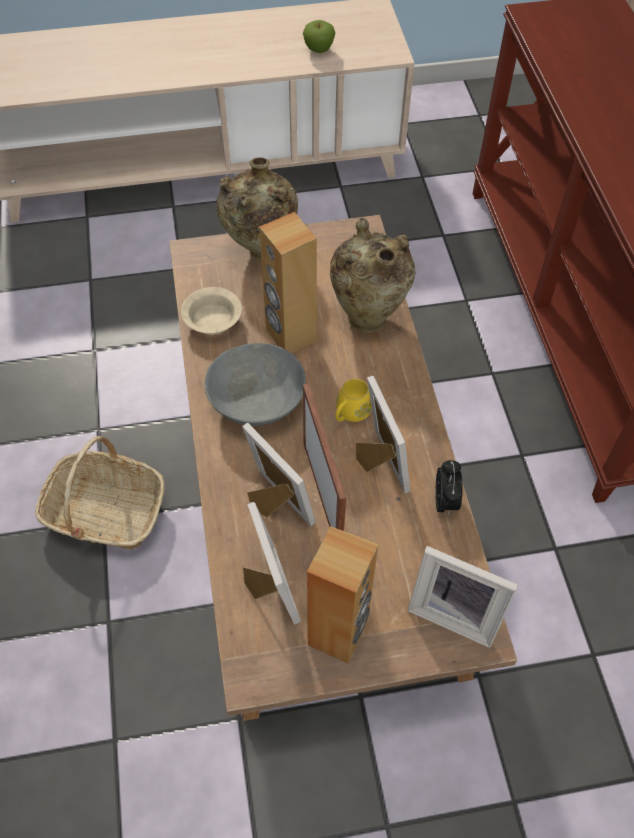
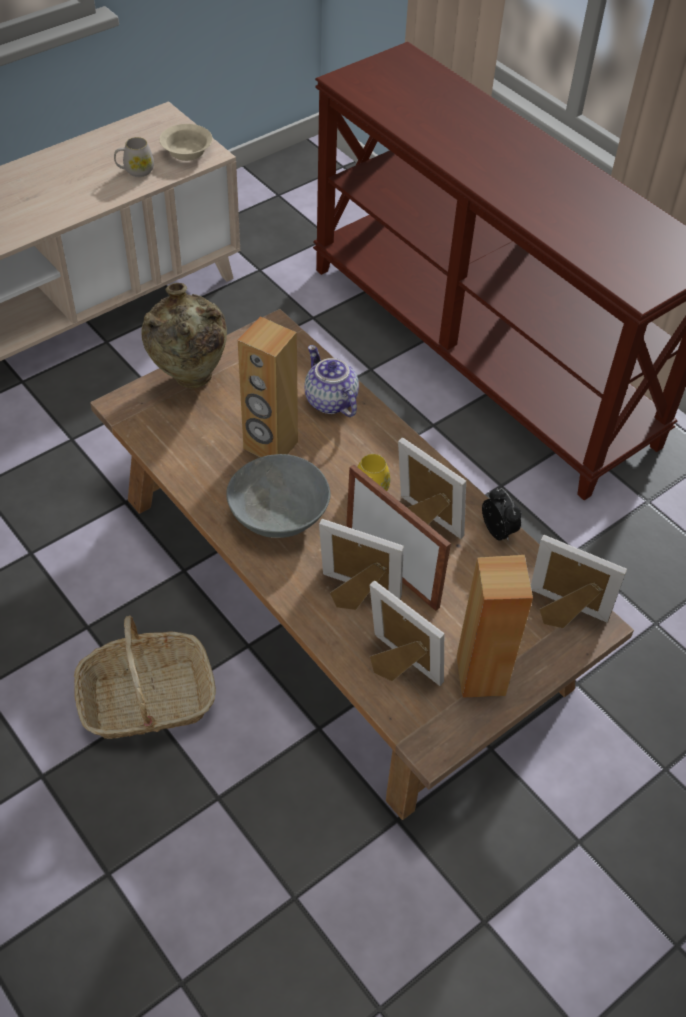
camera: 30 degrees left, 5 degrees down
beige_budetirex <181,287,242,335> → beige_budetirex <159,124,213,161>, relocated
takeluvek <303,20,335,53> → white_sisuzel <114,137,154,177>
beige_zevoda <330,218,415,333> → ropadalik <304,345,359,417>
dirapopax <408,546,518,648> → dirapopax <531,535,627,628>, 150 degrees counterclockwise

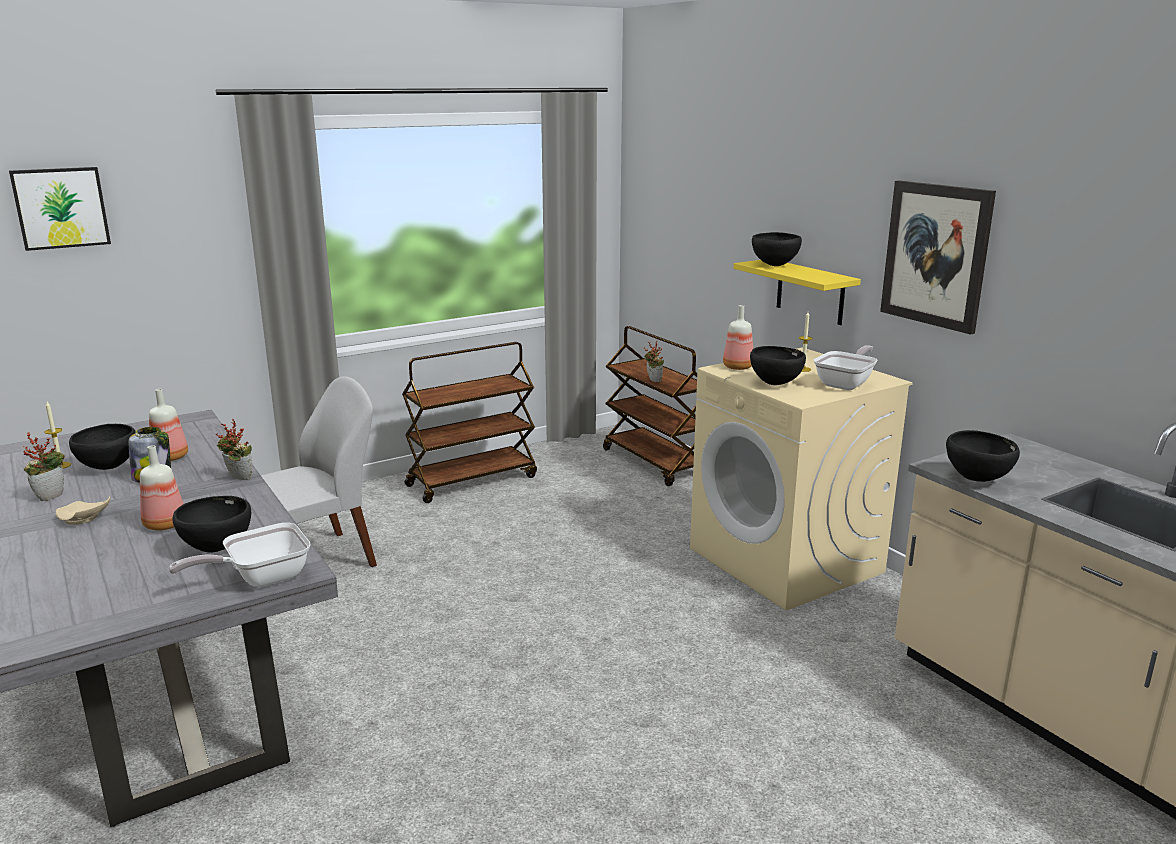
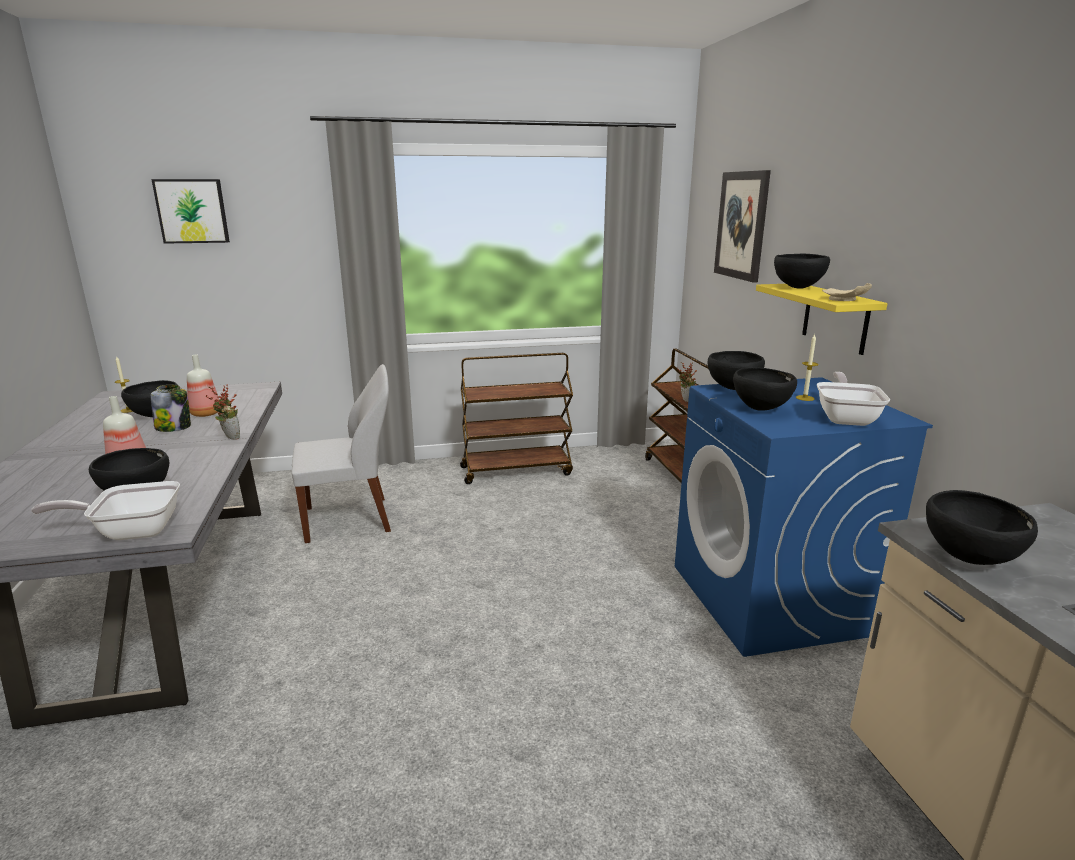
camera: 20 degrees right, 0 degrees up
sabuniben <23,432,65,501> → -
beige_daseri <56,496,110,525> → beige_daseri <822,283,872,301>, relocated
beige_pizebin <690,347,913,611> → blue_pizebin <675,377,933,657>
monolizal <723,305,753,370> → black_budetirex <708,351,765,390>
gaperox <814,345,878,390> → gaperox <817,372,890,426>, 45 degrees counterclockwise
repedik <880,180,996,335> → repedik <714,170,771,283>, relocated

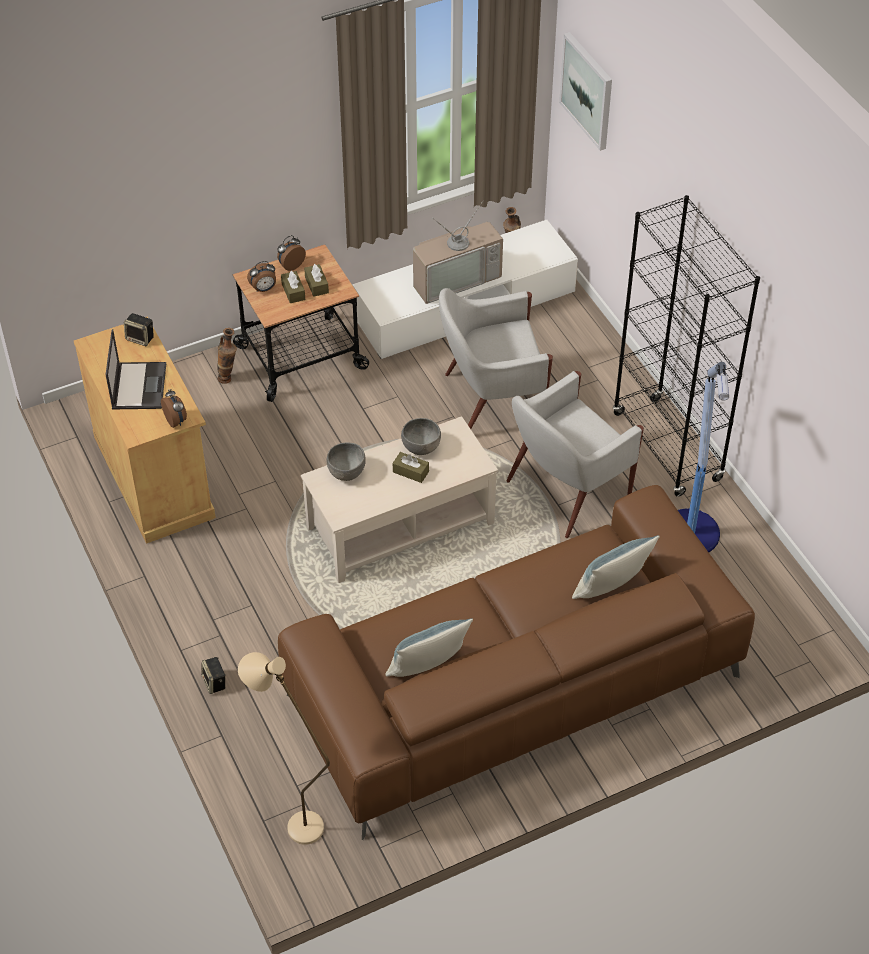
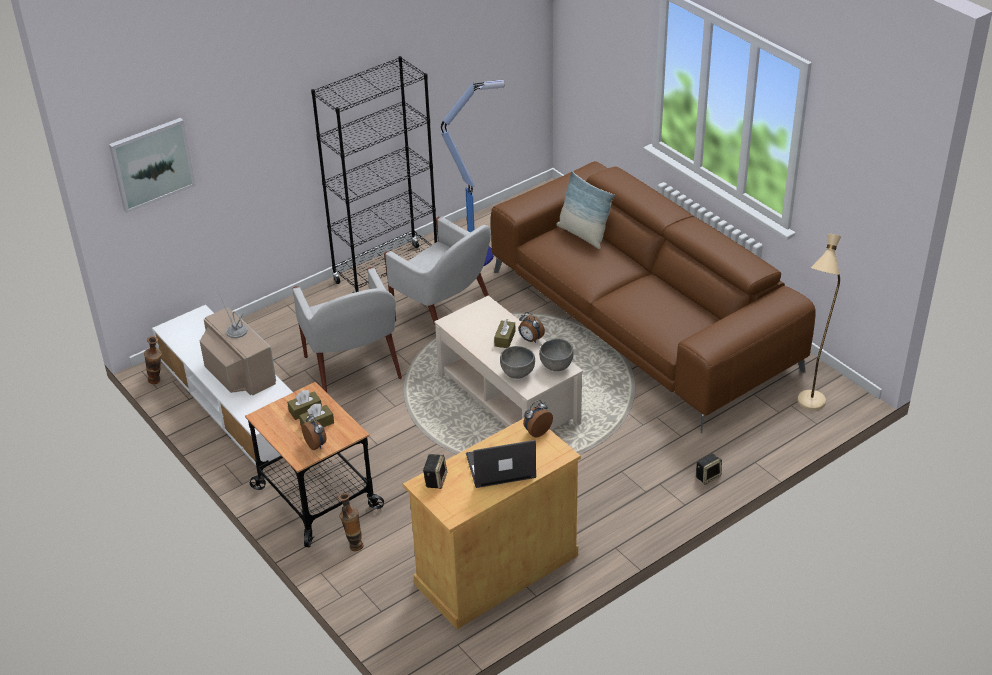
camera: 100 degrees left, 10 degrees down
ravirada <277,235,306,271> → ravirada <519,312,545,343>, relocated
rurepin <385,618,473,677> → -
grey_budetirex <401,418,441,455> → grey_budetirex <539,339,574,371>, relocated

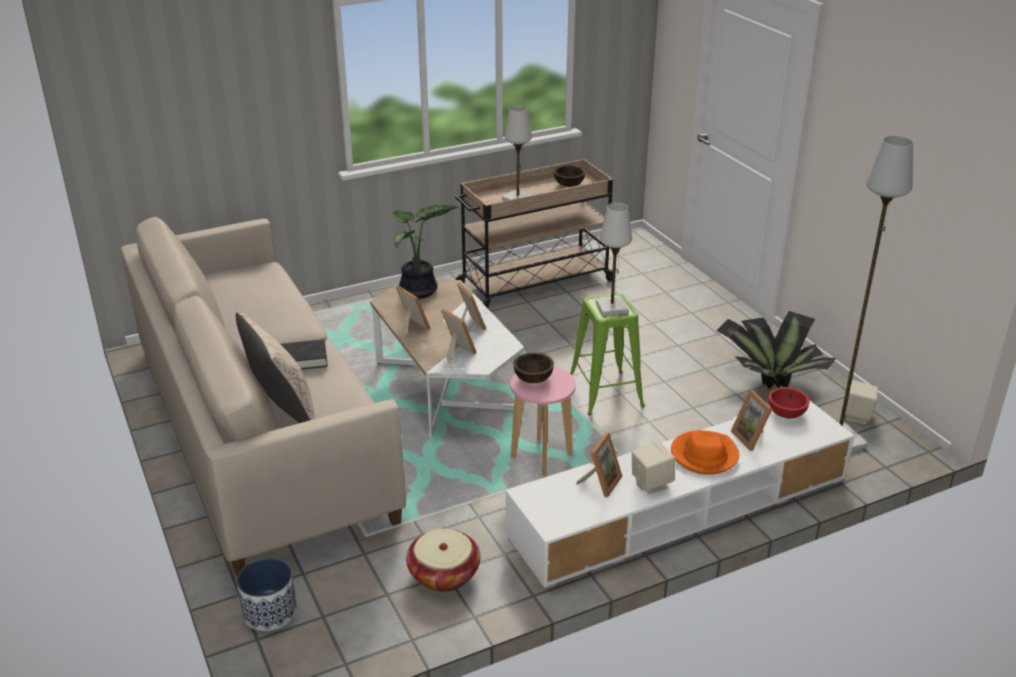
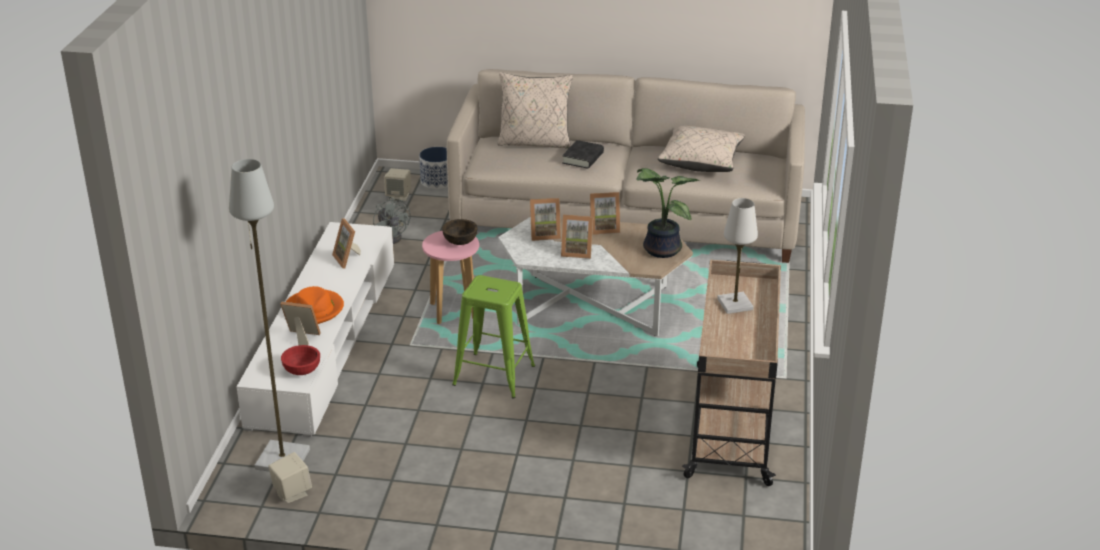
camera: 125 degrees right, 0 degrees up
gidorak <406,529,480,592> → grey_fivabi <373,197,411,244>
brown_budetirex <554,165,585,187> → -
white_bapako <596,203,632,316> → -
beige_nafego <632,440,675,494> → beige_nafego <384,168,411,201>, relocated
sabuniben <716,311,836,389> → -
- → beige_rurepin <658,126,745,172>

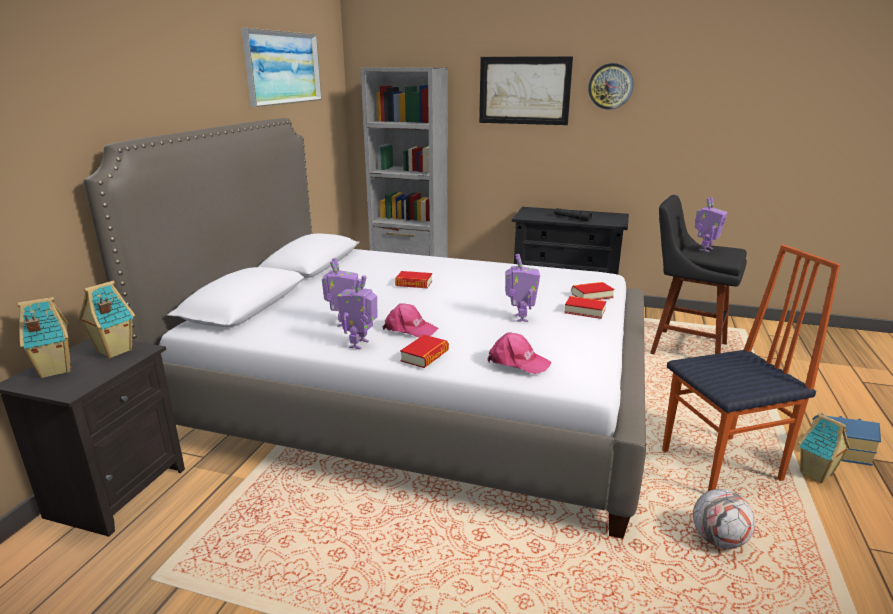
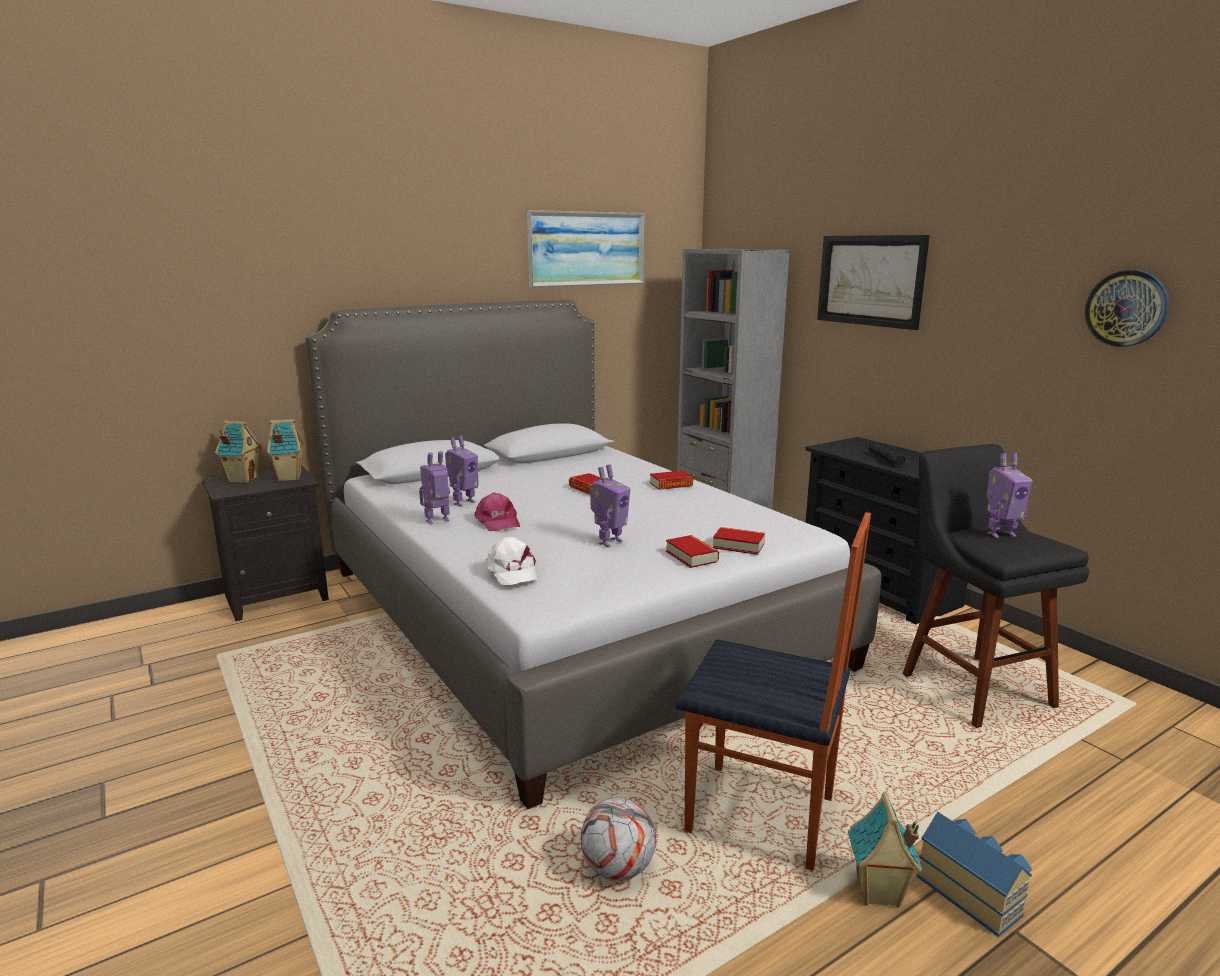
camera: 40 degrees right, 5 degrees down
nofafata <400,335,449,368> → nofafata <650,470,693,490>, relocated
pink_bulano <487,332,551,374> → white_bulano <486,537,538,585>
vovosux <588,63,633,110> → vovosux <1085,270,1169,347>, relocated

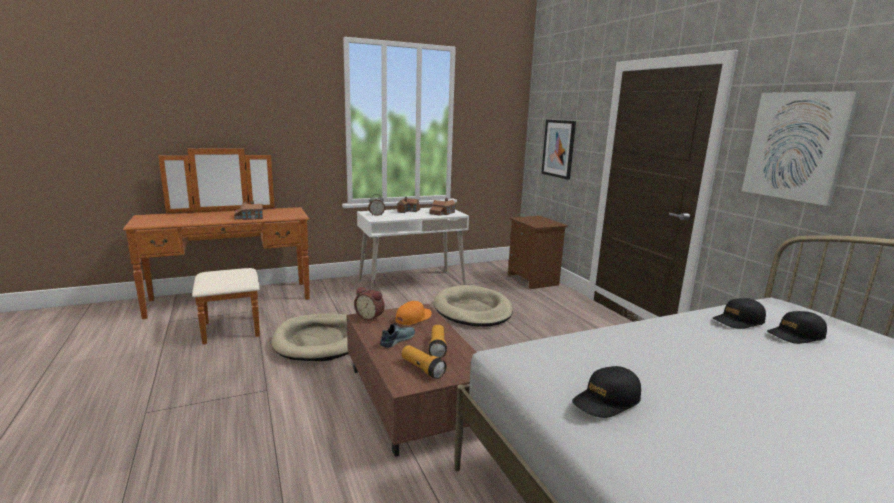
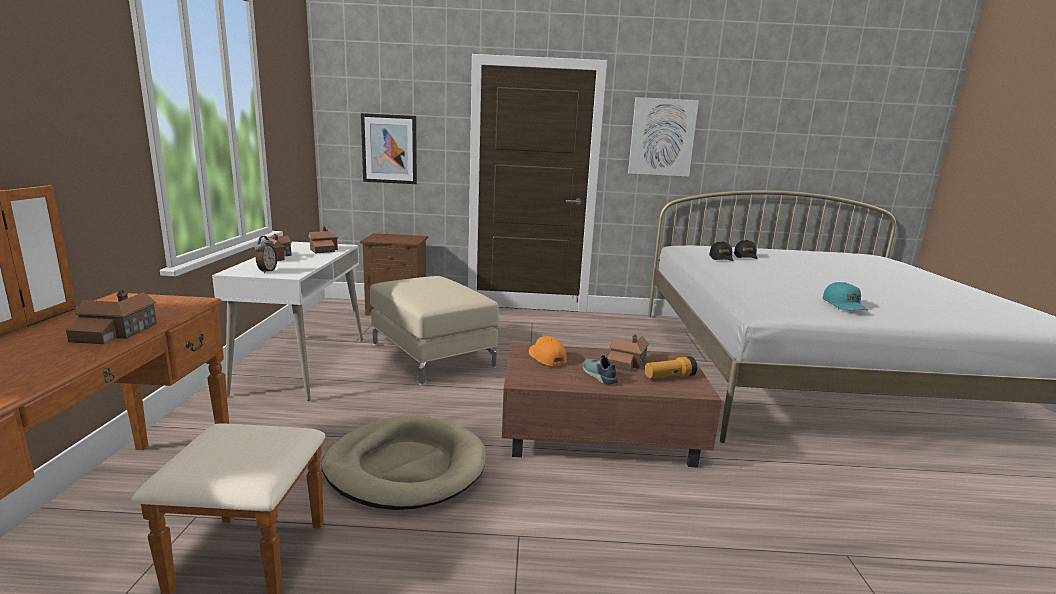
camera: 65 degrees left, 0 degrees up
ravirada <354,287,385,321> → -
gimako <429,325,447,358> → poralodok <607,334,649,372>
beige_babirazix <434,285,513,326> → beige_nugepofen <370,276,499,386>
black_bulano <572,366,641,418> → turquoise_bulano <822,282,868,310>

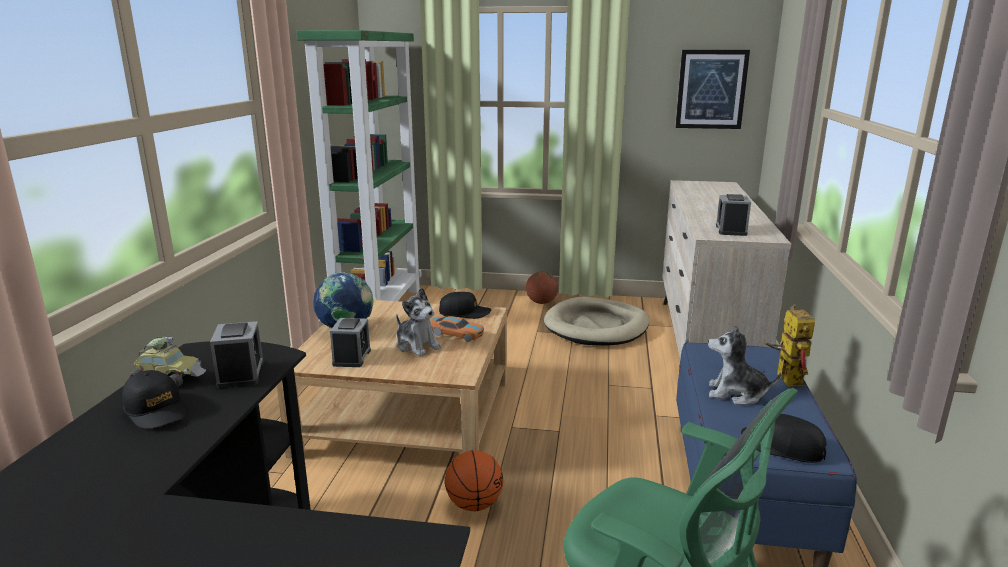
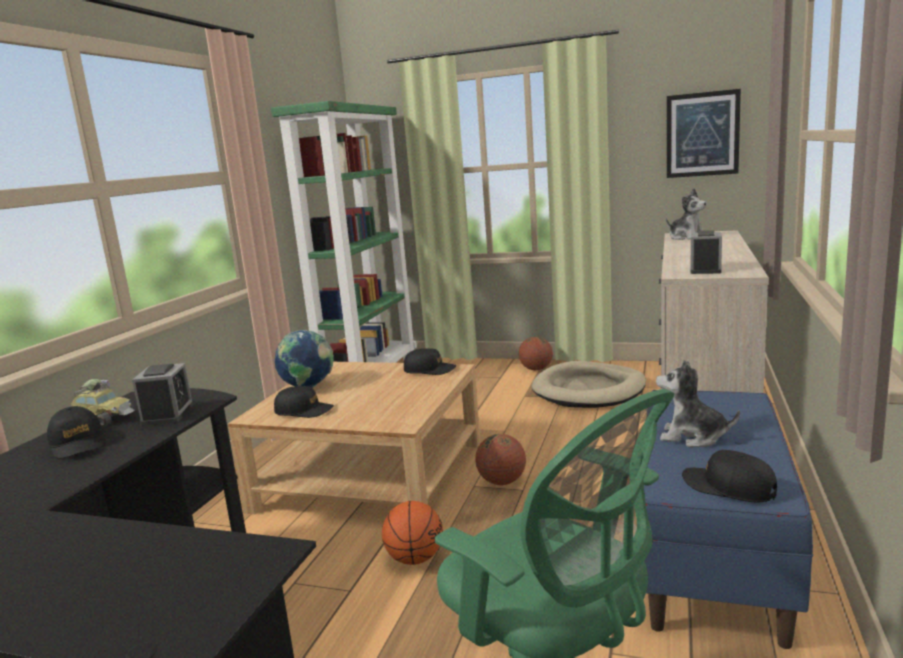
camera: 10 degrees right, 5 degrees down
ravirada <330,318,371,367> → black_bulano <274,386,334,418>
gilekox <396,288,442,356> → gilekox <666,188,707,240>, relocated
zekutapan <431,316,484,342> → -
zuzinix <766,304,815,387> → -
- → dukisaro <475,434,526,485>

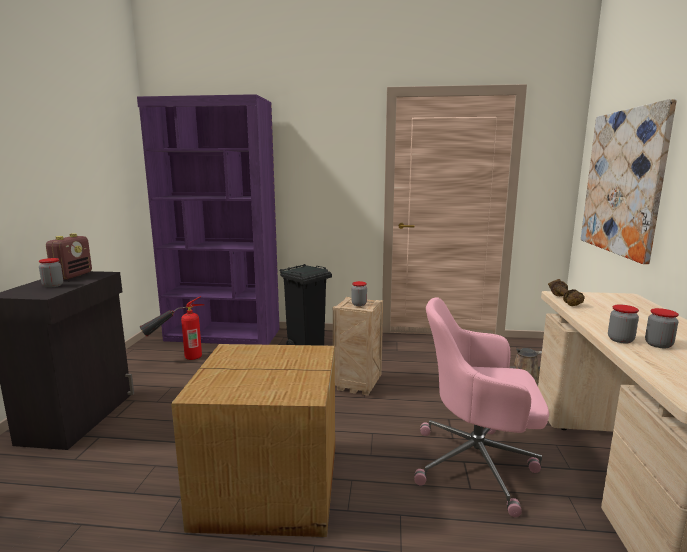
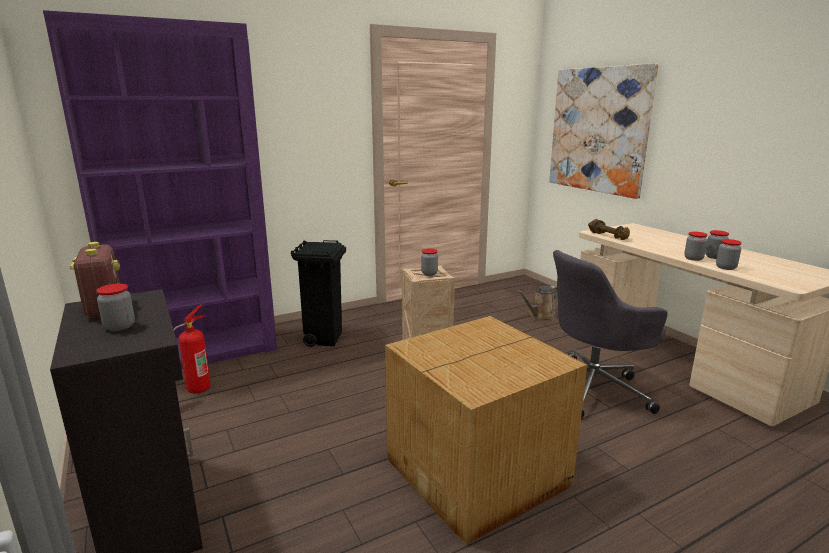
camera: 35 degrees left, 5 degrees up
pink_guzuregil <414,297,549,517> → grey_guzuregil <553,250,668,419>
- → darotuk <716,239,742,270>

